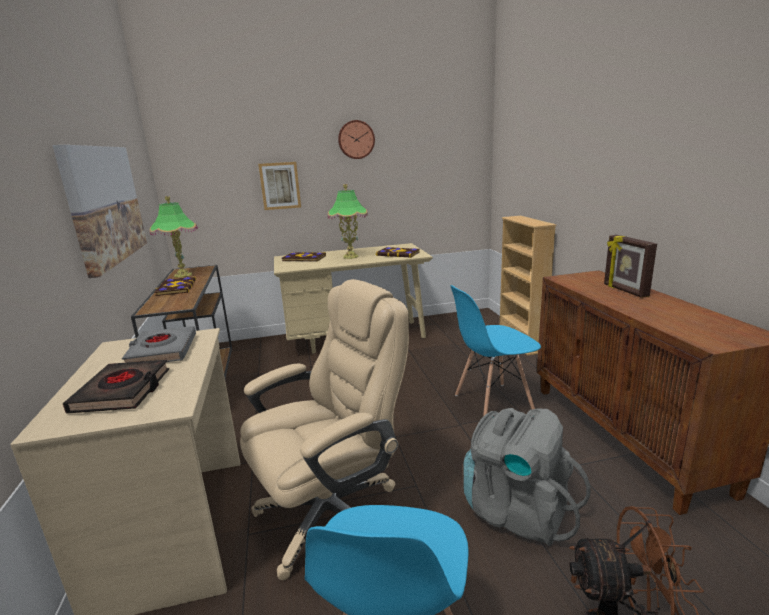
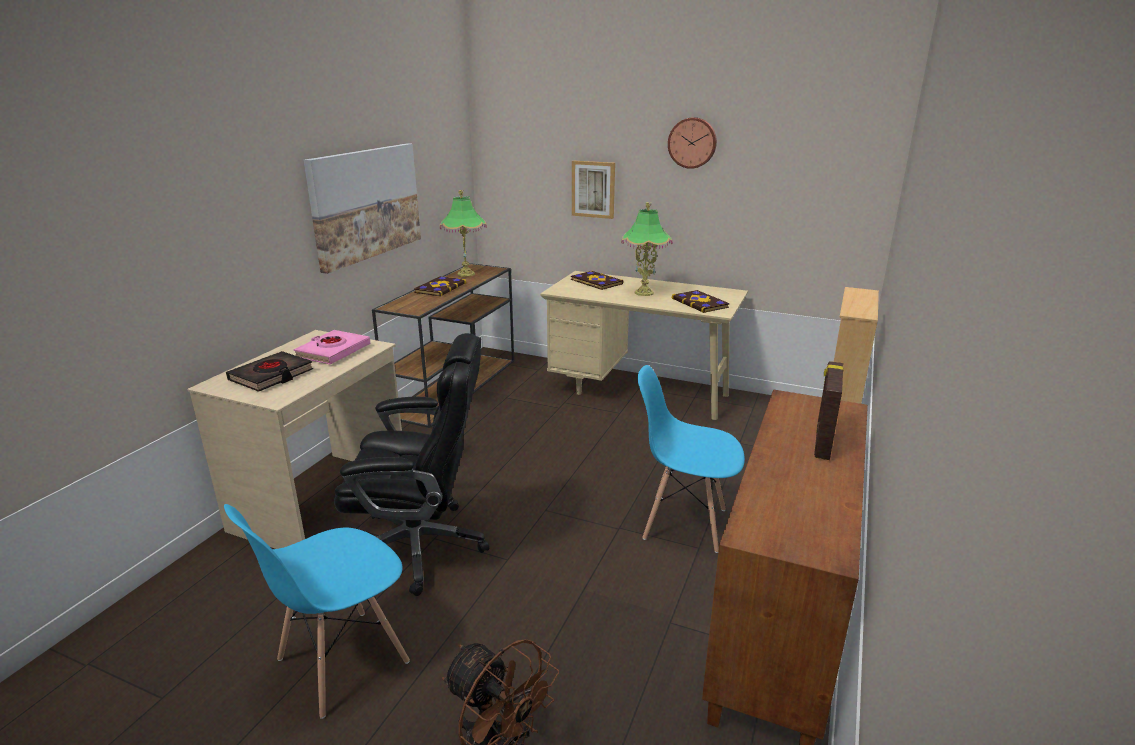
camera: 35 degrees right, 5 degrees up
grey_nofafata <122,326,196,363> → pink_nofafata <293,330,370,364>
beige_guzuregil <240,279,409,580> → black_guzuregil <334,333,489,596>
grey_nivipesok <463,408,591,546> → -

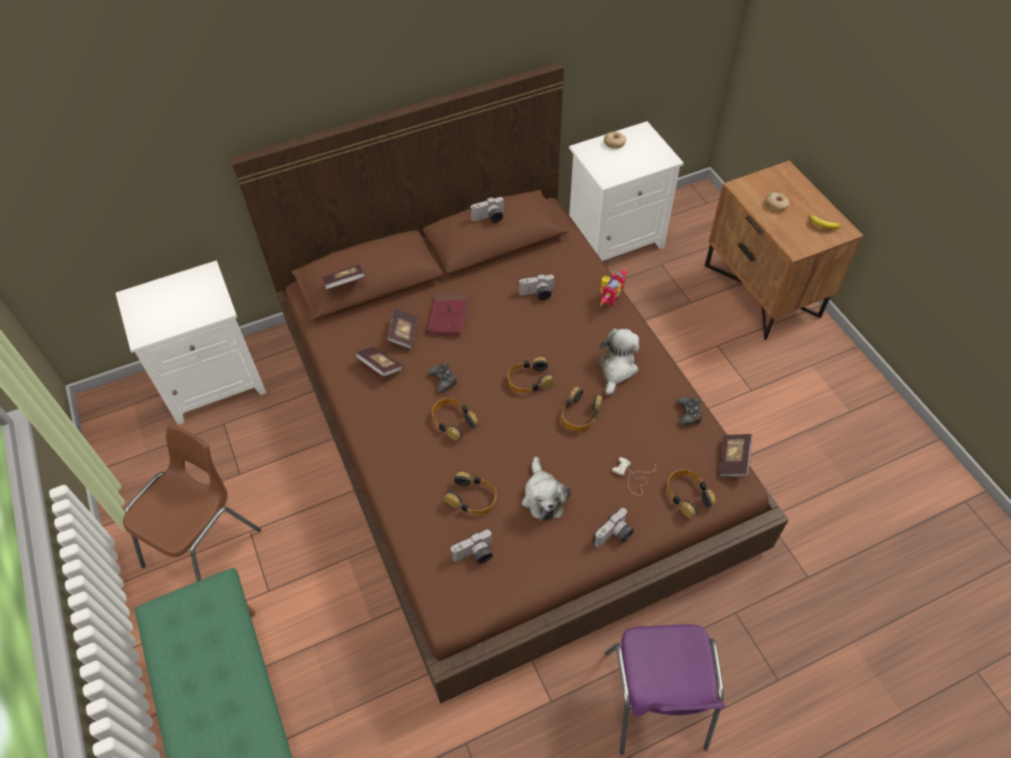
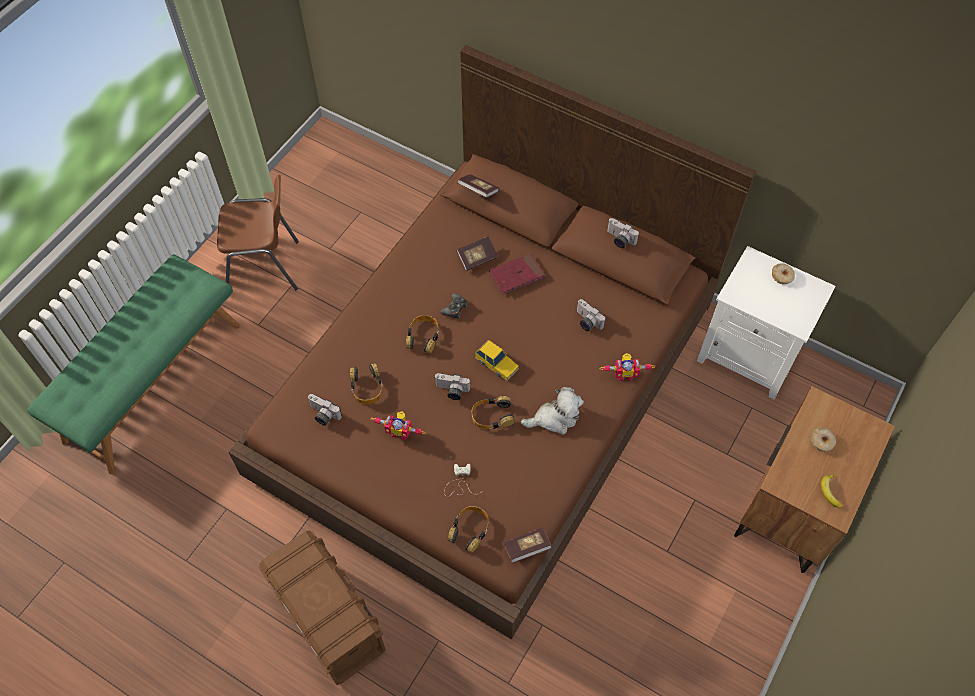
camera: 55 degrees right, 5 degrees up
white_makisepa <116,260,266,425> → -
nofafata <355,347,403,377> → -
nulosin <508,357,554,393> → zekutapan <475,340,519,381>
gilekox <522,457,571,521> → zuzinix <371,412,426,440>
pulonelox <593,508,634,547> → pulonelox <435,373,470,400>, relocated
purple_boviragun <605,624,725,755> → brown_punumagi <258,531,386,685>
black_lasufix <677,397,702,426> → -

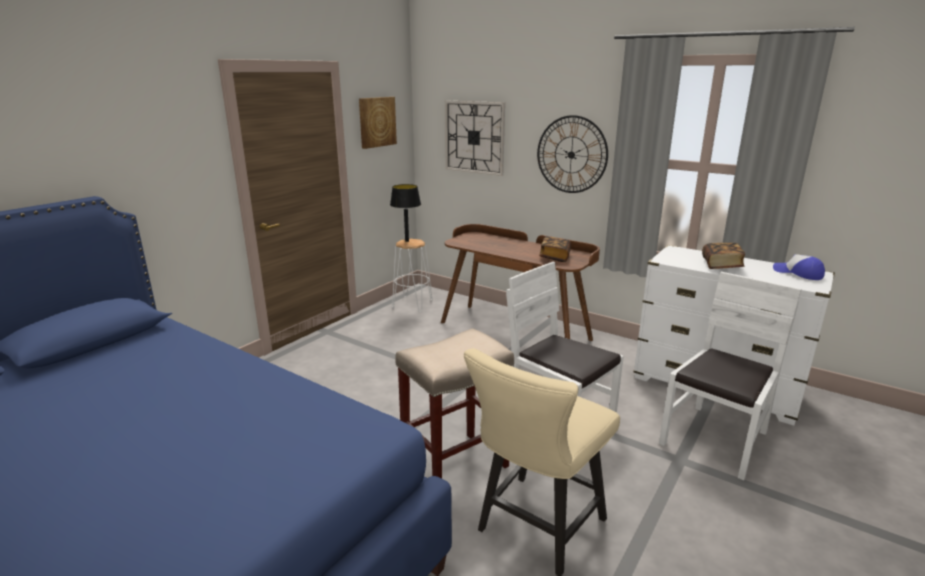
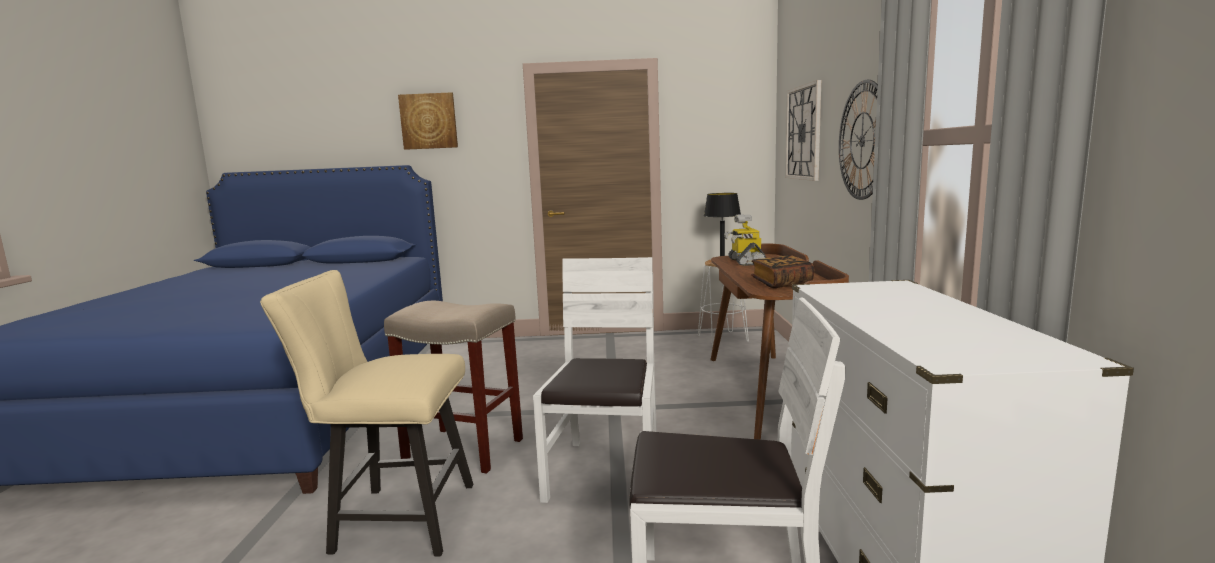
camera: 55 degrees right, 10 degrees down
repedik <359,97,397,149> → repedik <398,92,458,150>, relocated
nofafata <702,243,745,269> → -
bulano <773,254,825,280> → -
- → zuzinix <724,214,766,266>

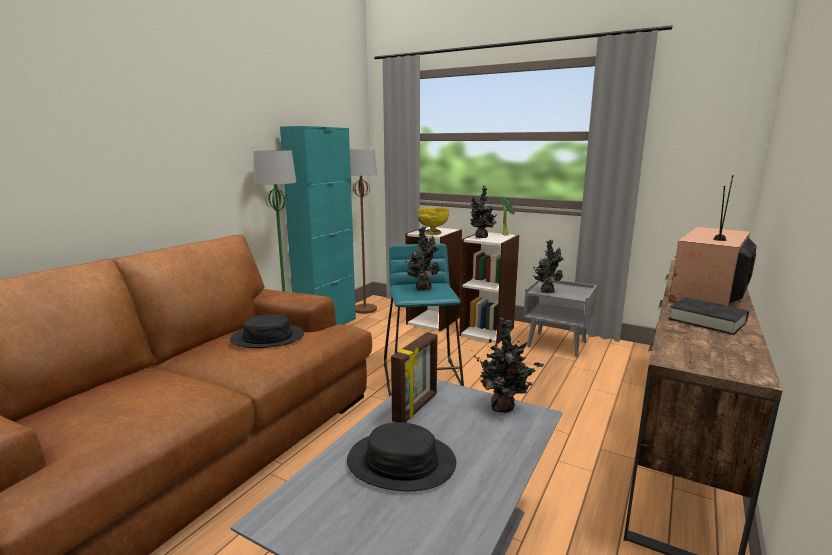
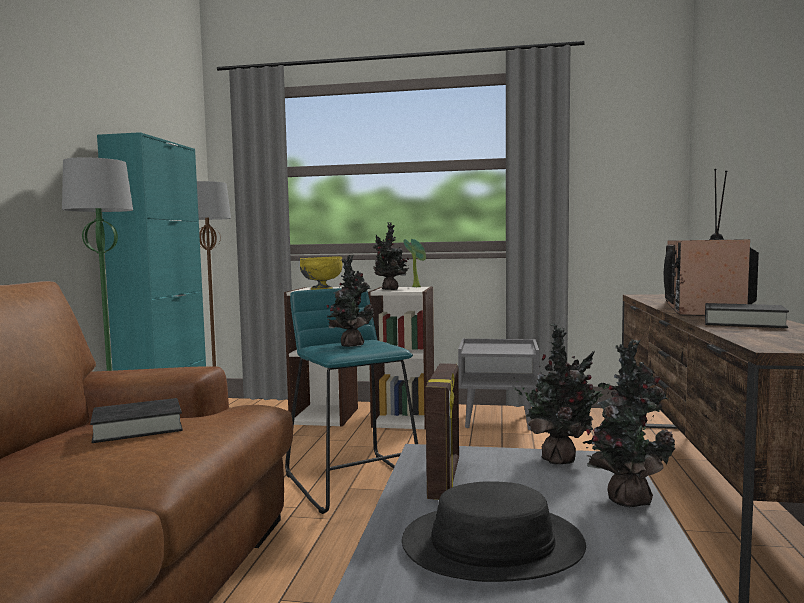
camera: 20 degrees left, 10 degrees down
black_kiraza <230,314,304,348> → black_nofafata <90,398,183,443>
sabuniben <533,240,563,293> → sabuniben <583,339,676,507>, relocated

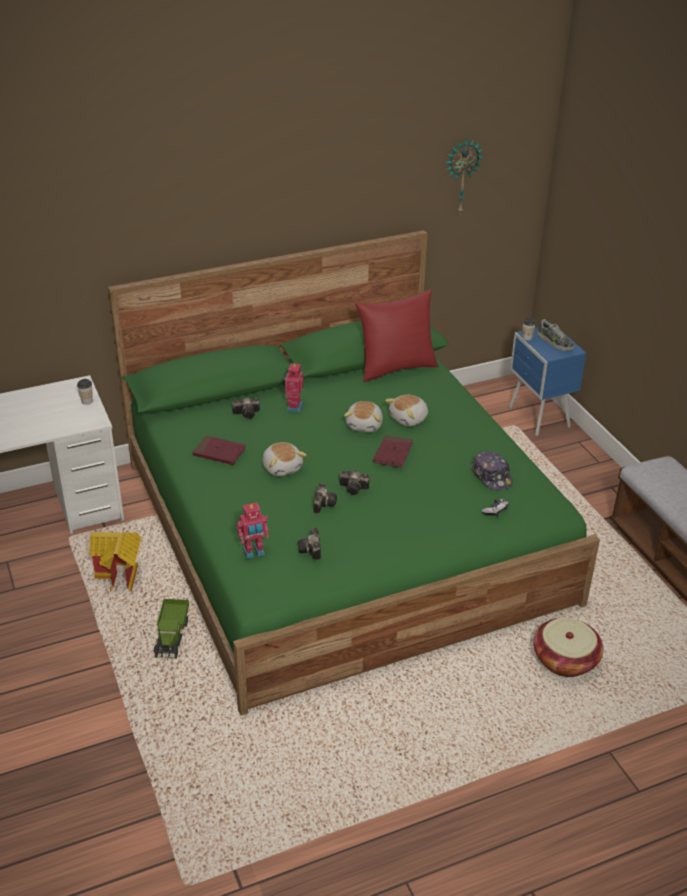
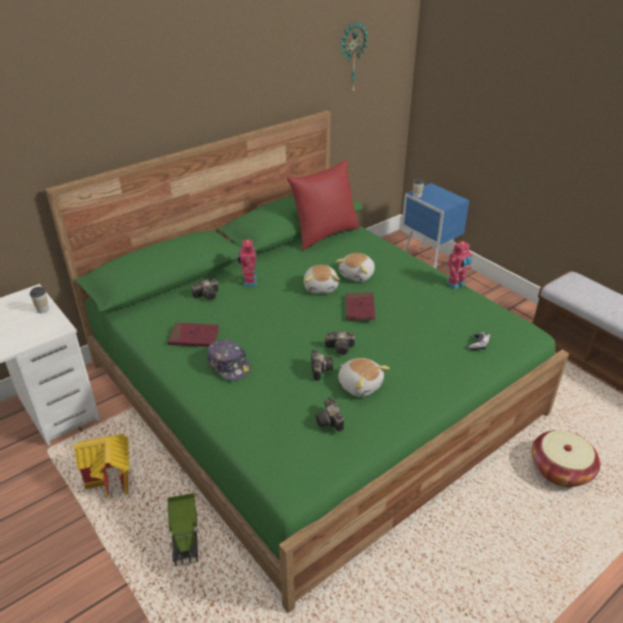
camera: 15 degrees left, 0 degrees up
zuzinix <237,502,269,559> → zuzinix <446,241,472,289>, relocated
gilekox <263,442,306,476> → gilekox <338,358,390,397>, relocated
bulano <472,451,513,490> → bulano <207,339,251,380>, relocated
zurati <537,319,574,351> → -

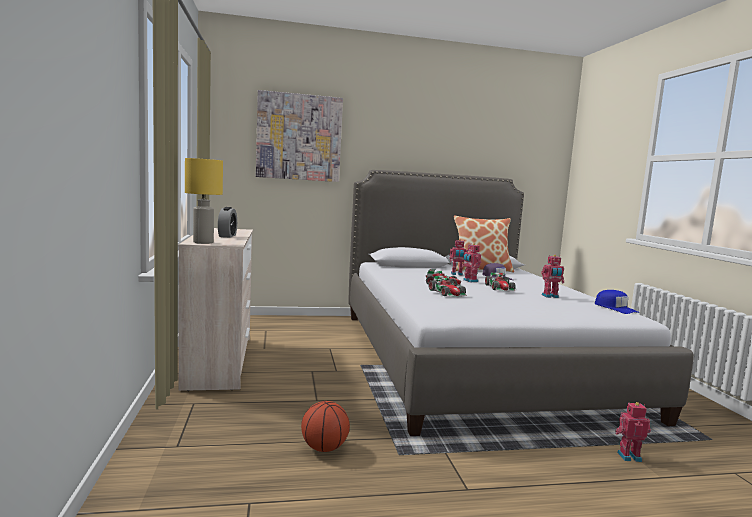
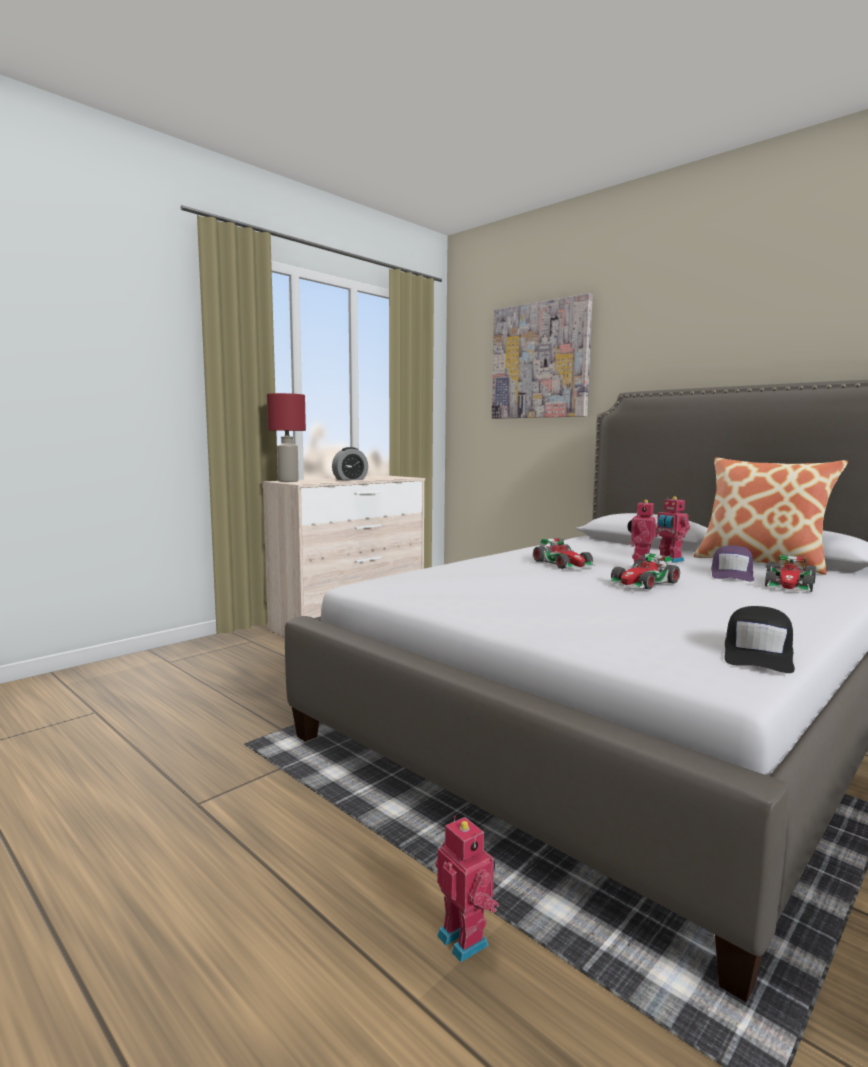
camera: 55 degrees right, 0 degrees up
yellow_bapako <185,158,223,244> → red_bapako <267,393,306,482>
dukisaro <301,401,350,452> → -
zekutapan <428,276,467,297> → zekutapan <765,555,816,592>, relocated
zuzinix <541,255,564,298> → -
blue_bulano <595,290,640,314> → black_bulano <724,606,795,673>

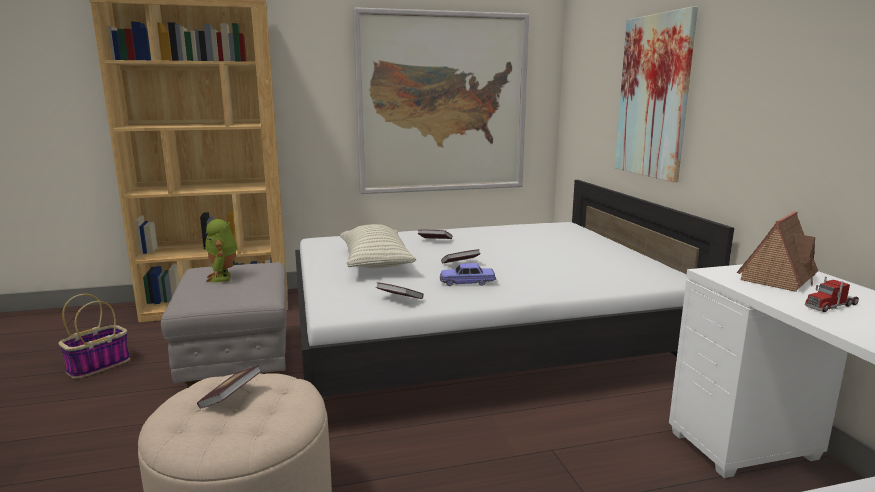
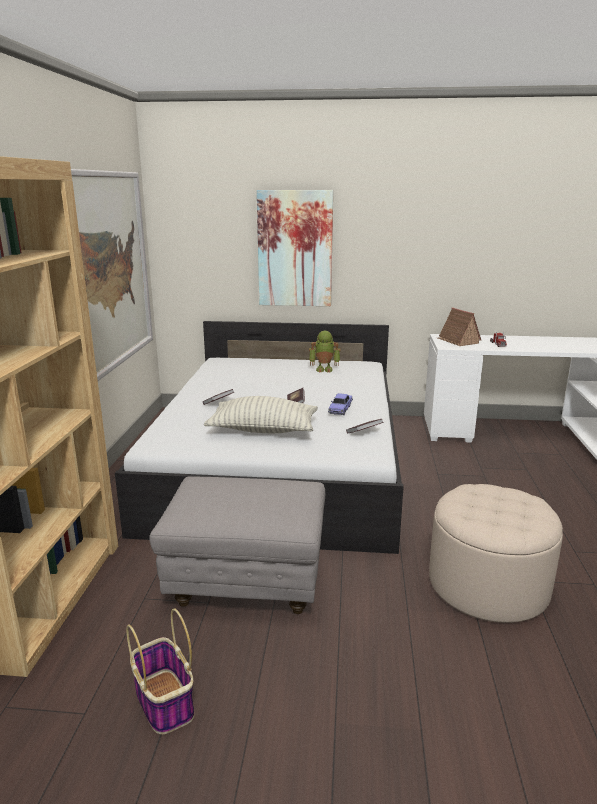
camera: 70 degrees left, 5 degrees up
nofafata <197,365,262,409> → -
zuzinix <205,219,238,282> → zuzinix <309,331,340,373>, relocated

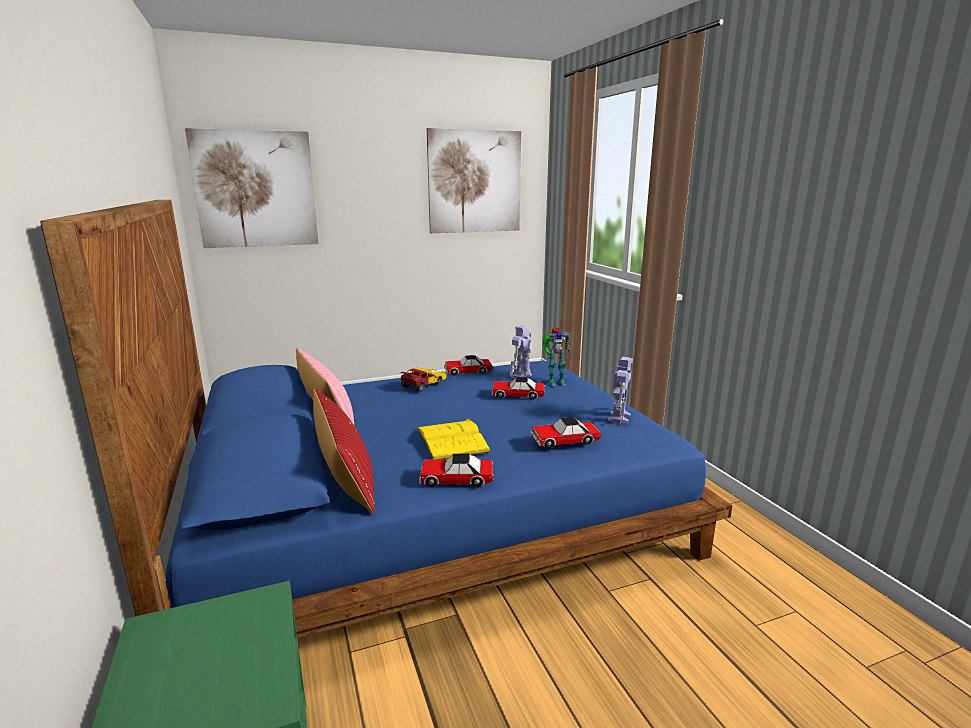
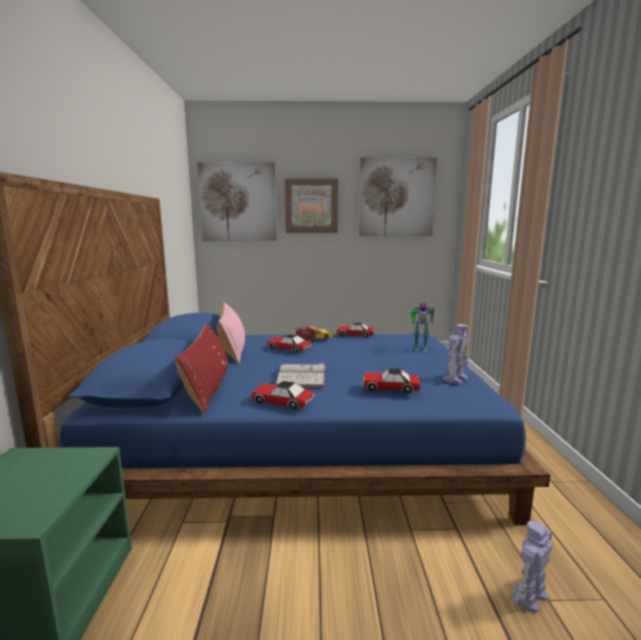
camera: 20 degrees right, 5 degrees down
yellow_nofafata <417,418,491,459> → white_nofafata <276,362,325,388>
zekutapan <491,377,544,400> → zekutapan <267,334,312,353>, relocated
zuzinix <510,325,532,379> → zuzinix <511,521,552,612>, relocated
- → repedik <285,178,338,233>

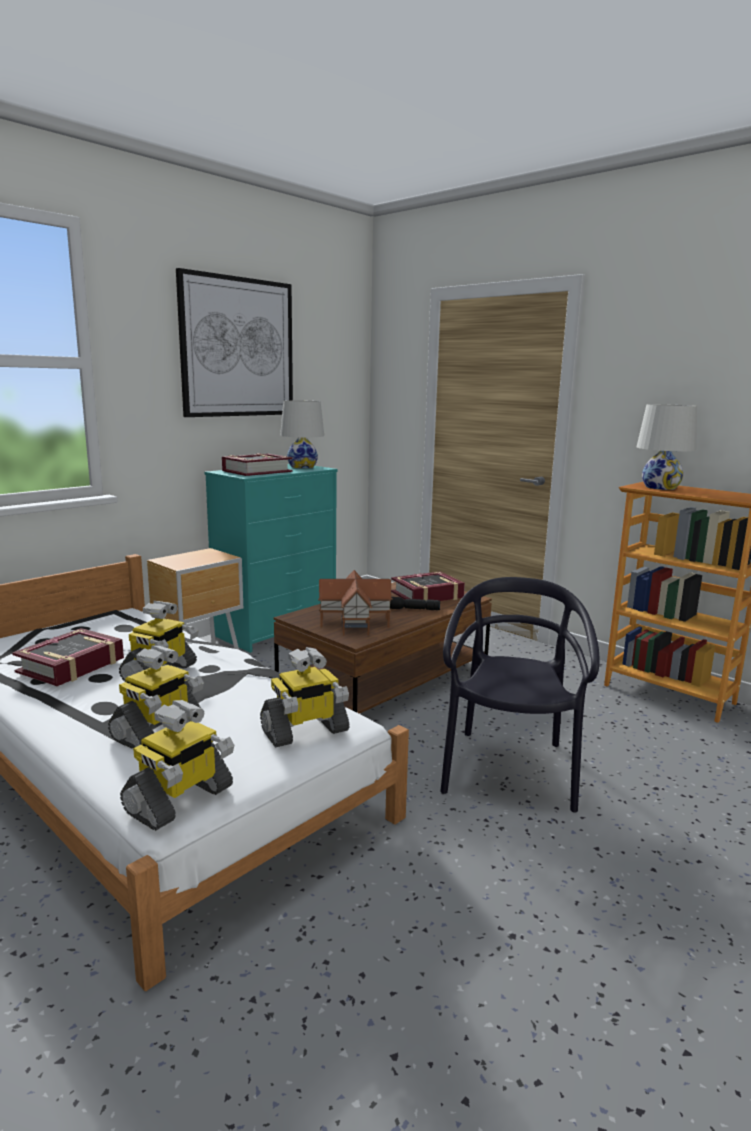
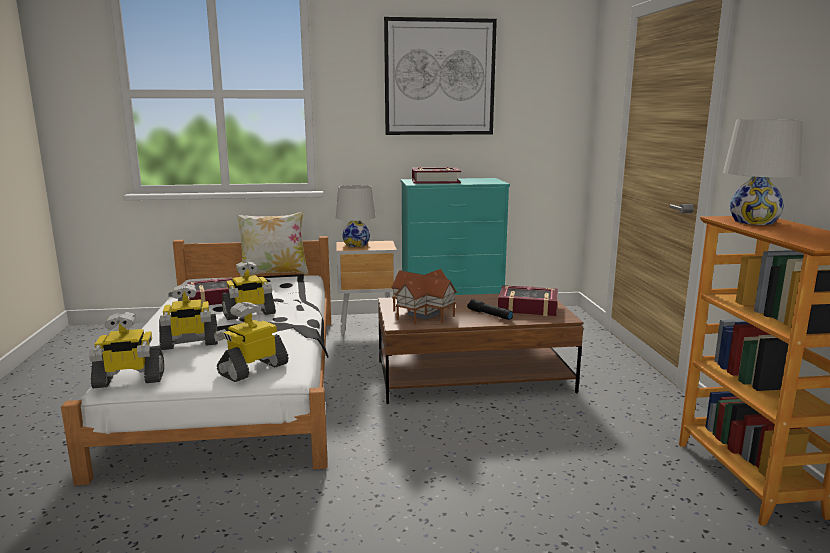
camera: 40 degrees right, 0 degrees up
zuzinix <260,647,350,747> → zuzinix <214,302,289,382>, 120 degrees clockwise
white_bapako <280,400,324,468> → white_bapako <336,185,375,247>, relocated
black_boviragun <440,577,600,812> → -
- → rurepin <236,211,308,277>

